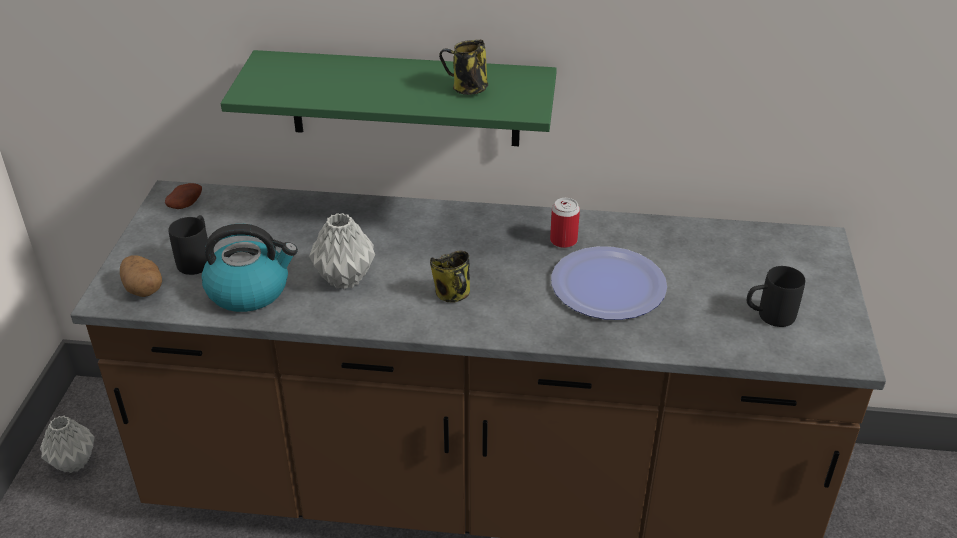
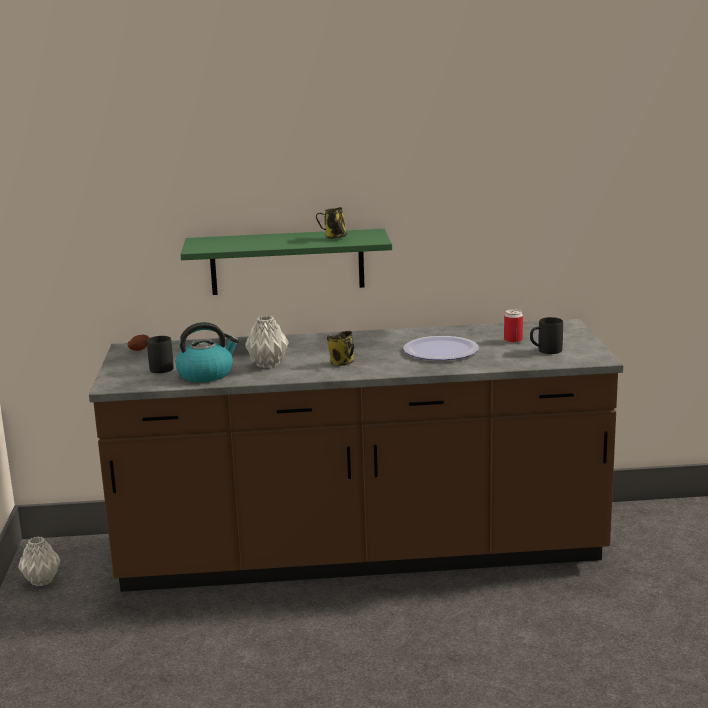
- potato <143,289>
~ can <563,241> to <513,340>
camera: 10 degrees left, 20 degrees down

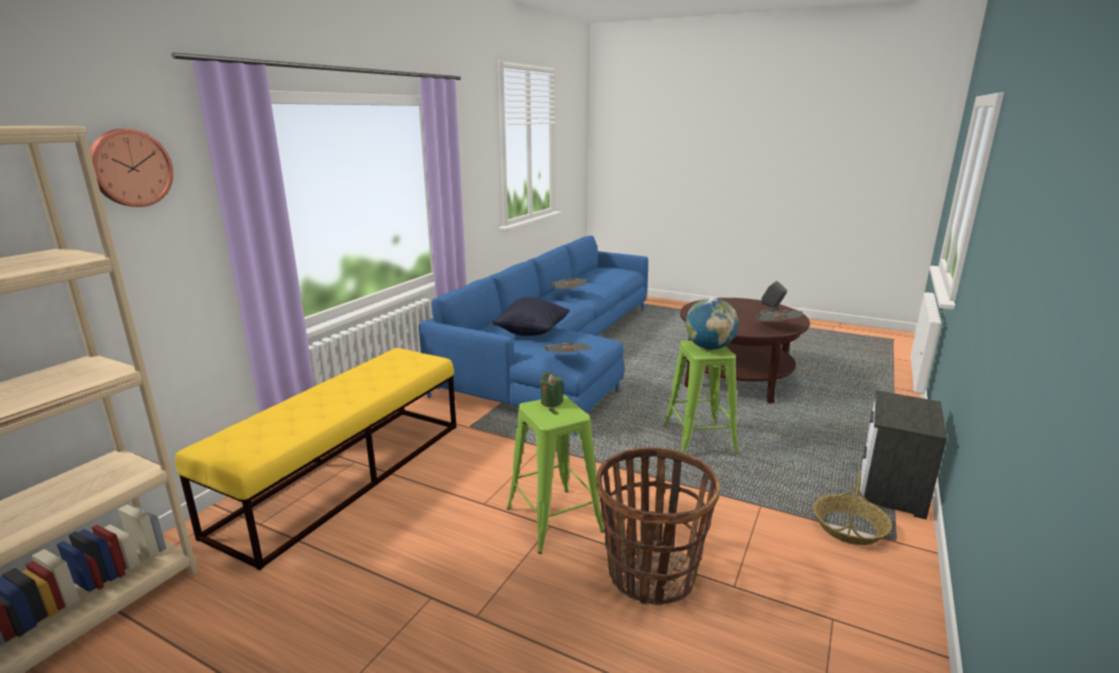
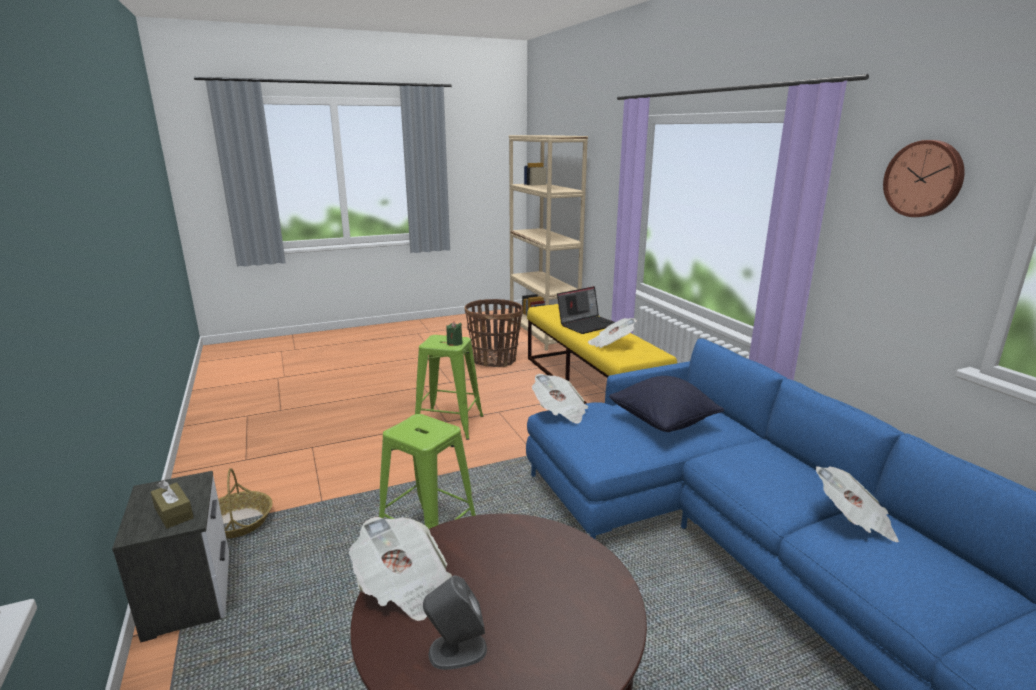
- globe <709,348>
+ brown tissue box <174,513>
+ laptop <587,324>
+ newspaper <611,344>
~ wall clock <129,168> to <924,179>
~ basket <650,574> to <494,360>
camera: 130 degrees right, 0 degrees up

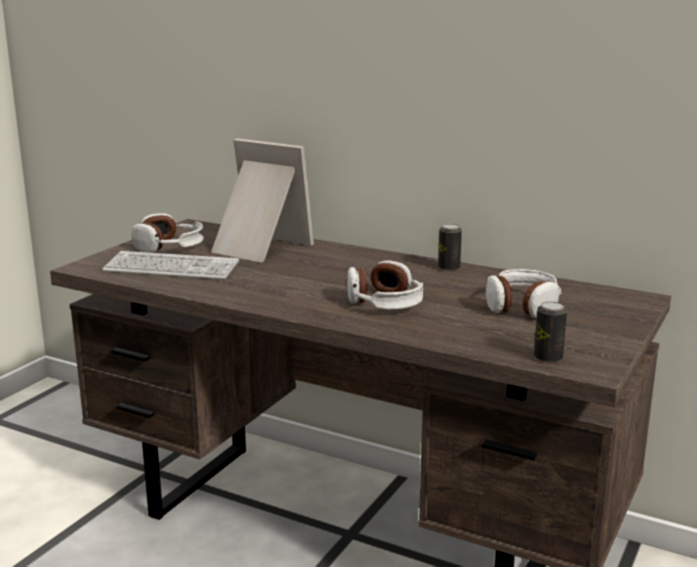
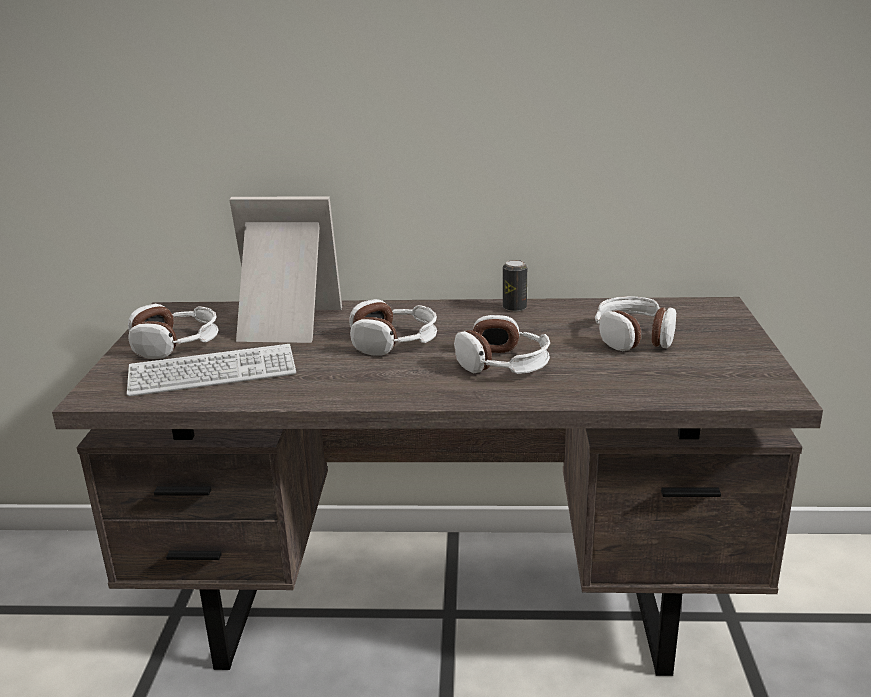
- can <548,358>
+ headphones <394,342>
camera: 25 degrees left, 5 degrees up

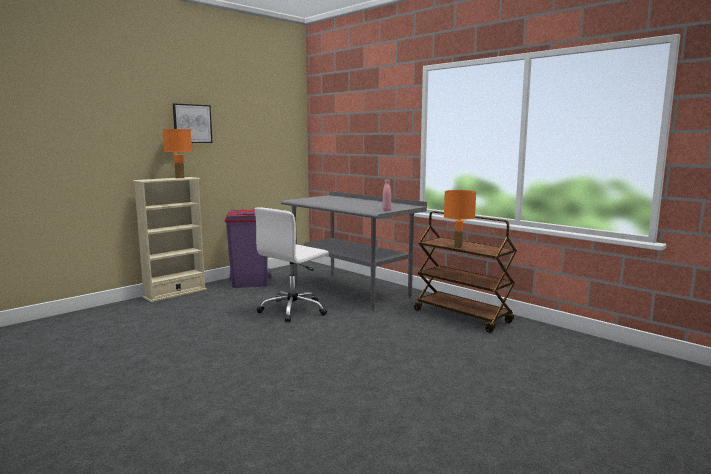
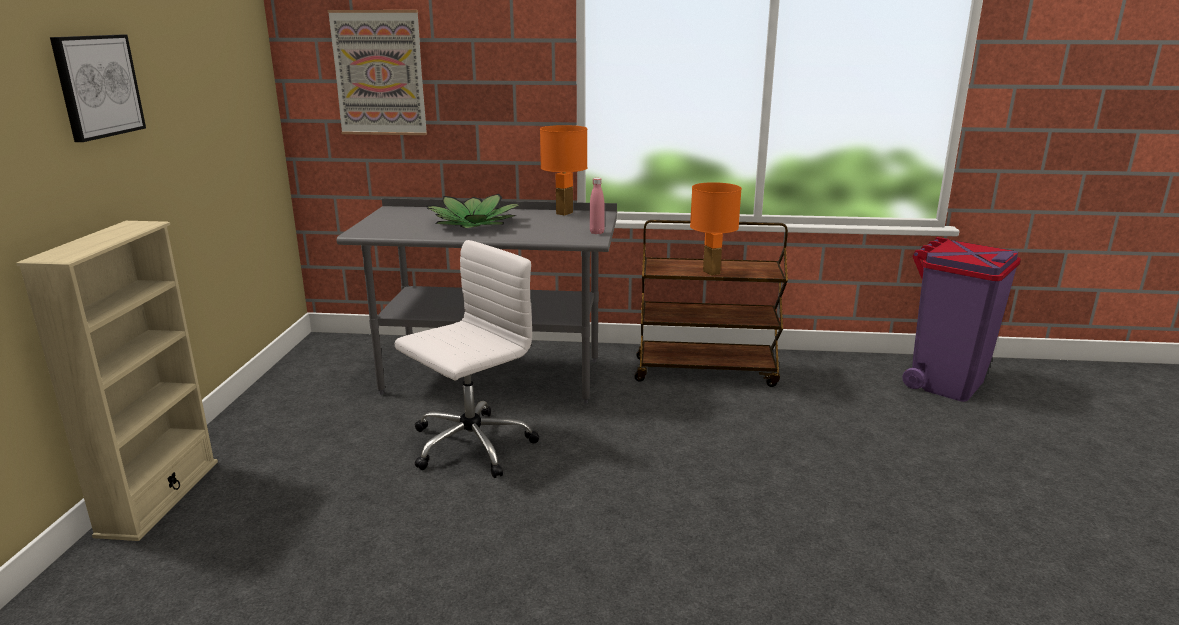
+ picture <379,73>
+ potted plant <474,223>
~ orange table lamp <179,178> to <564,213>
~ purple trash can <250,283> to <945,382>
~ white office chair <294,310> = <469,446> 135 degrees counterclockwise
camera: 40 degrees left, 10 degrees up

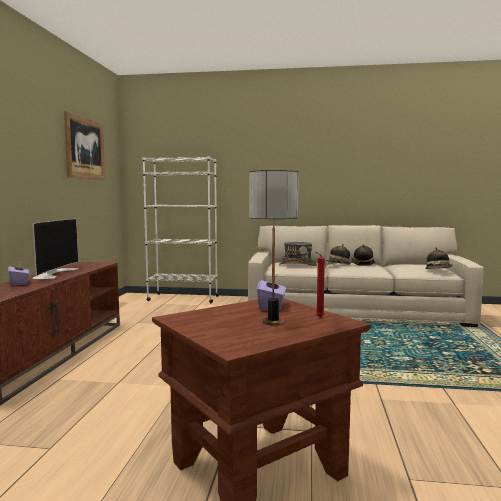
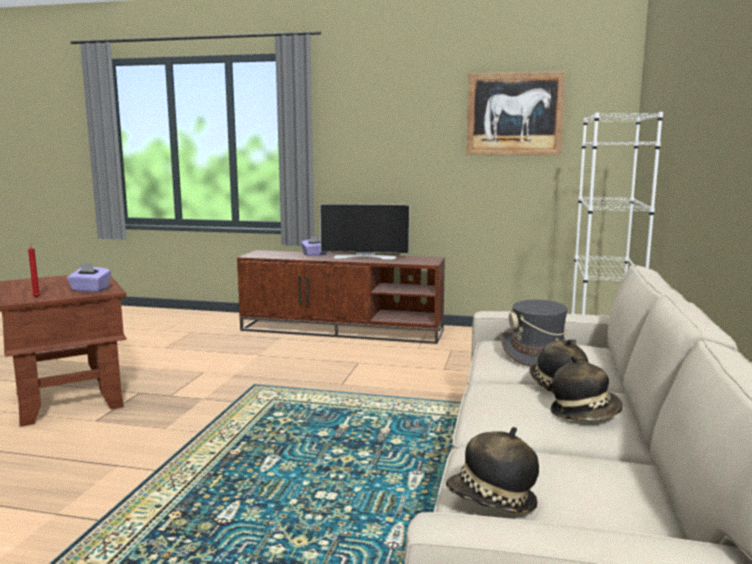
- table lamp <272,322>
camera: 95 degrees right, 5 degrees up

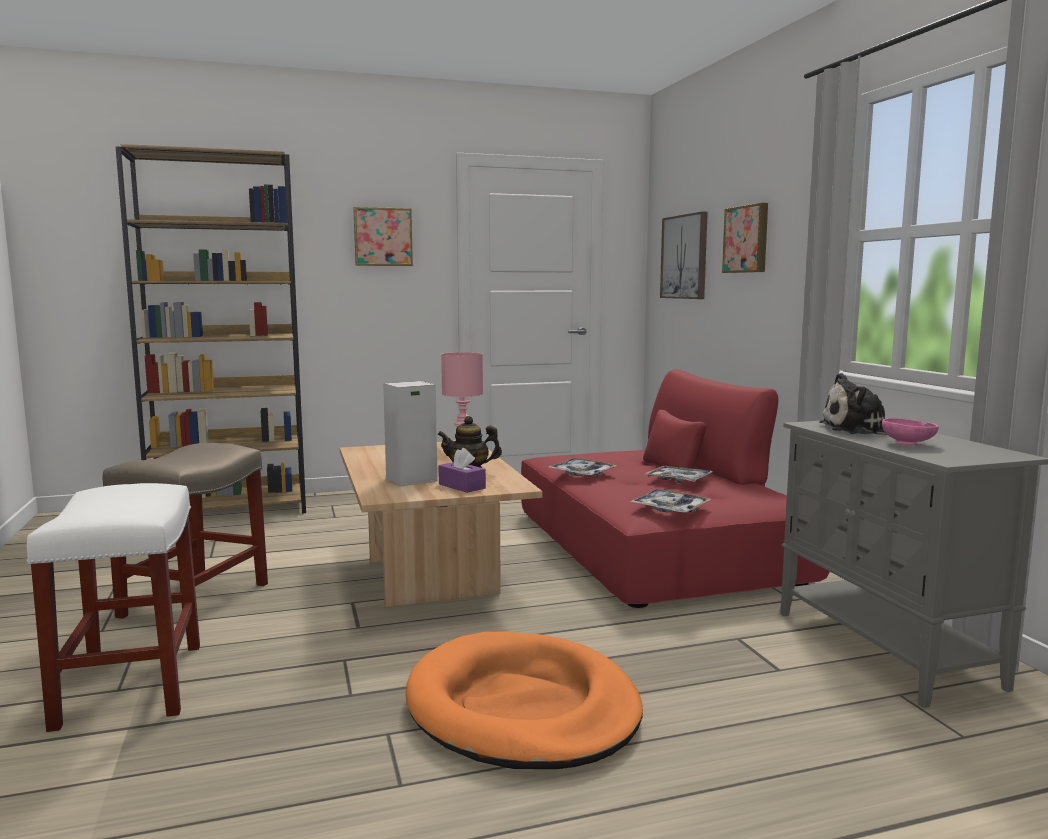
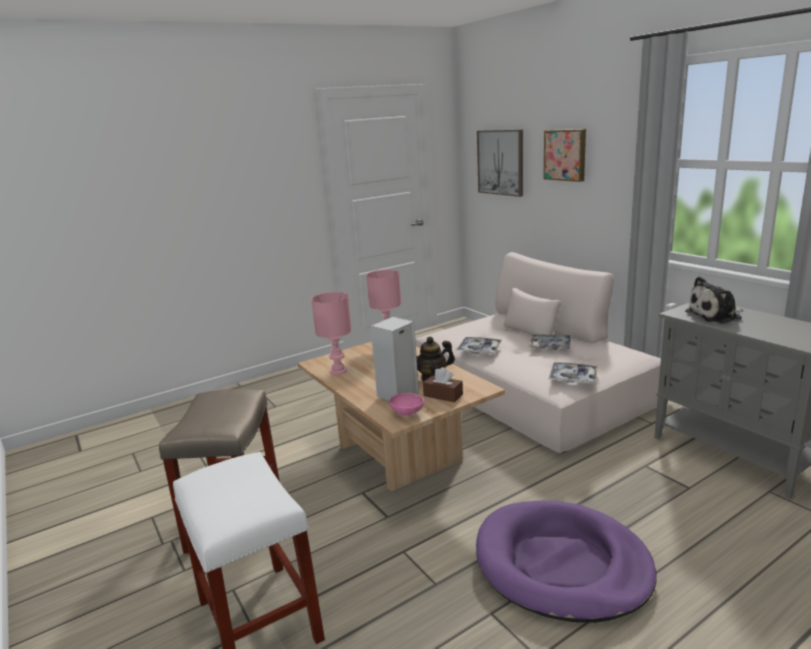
- brown bookcase <231,509>
- picture <383,237>
+ pink table lamp <337,371>
~ pink bowl <909,444> to <408,413>
~ orange dog bed <522,708> to purple dog bed <561,564>
~ purple tissue box <462,486> to brown tissue box <443,395>
~ red sofa <656,546> to beige sofa <531,391>
camera: 15 degrees left, 10 degrees up

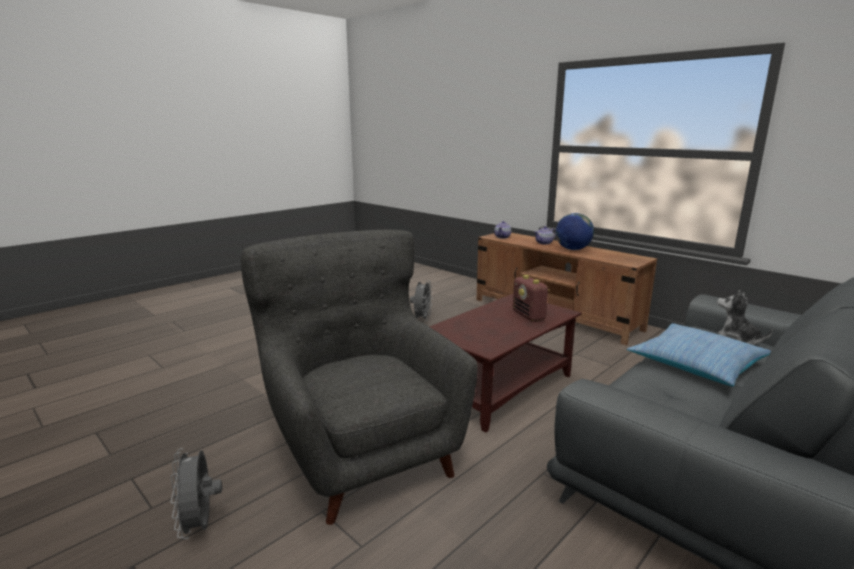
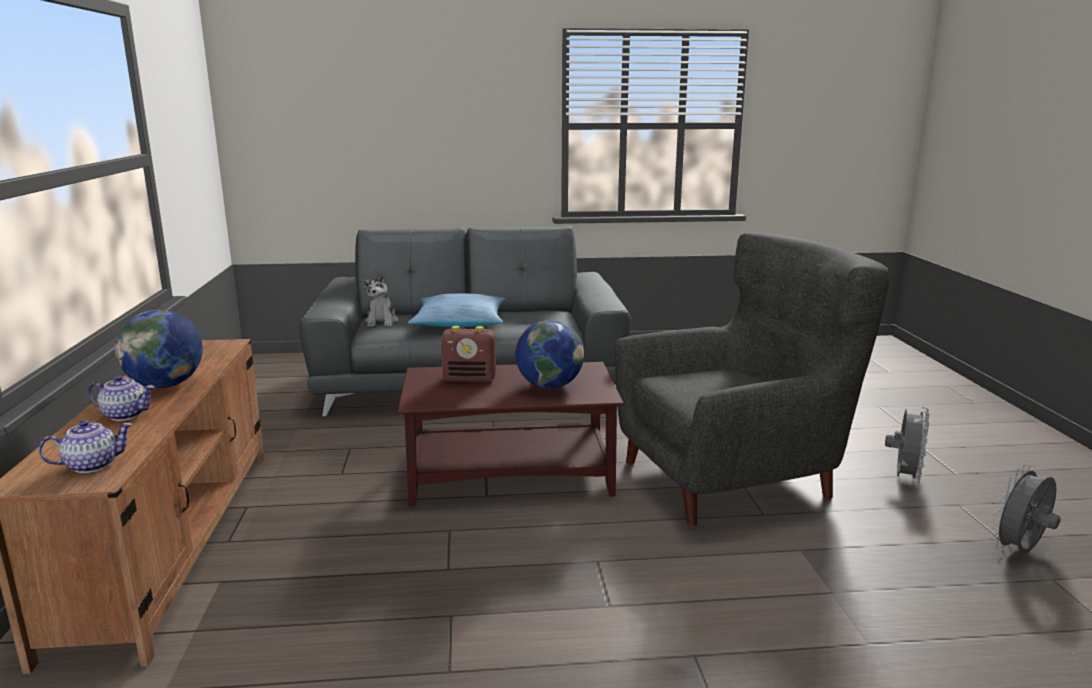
+ globe <549,386>
~ grey fan <422,319> to <1019,552>
~ grey armchair <361,451> = <732,477> 120 degrees counterclockwise
~ radio <529,316> = <470,379> 75 degrees clockwise
camera: 140 degrees left, 0 degrees up

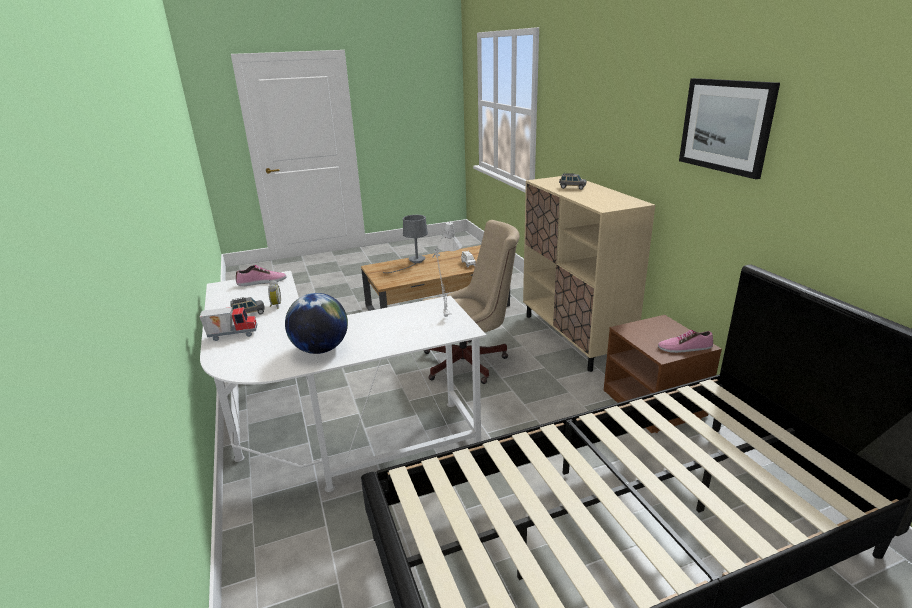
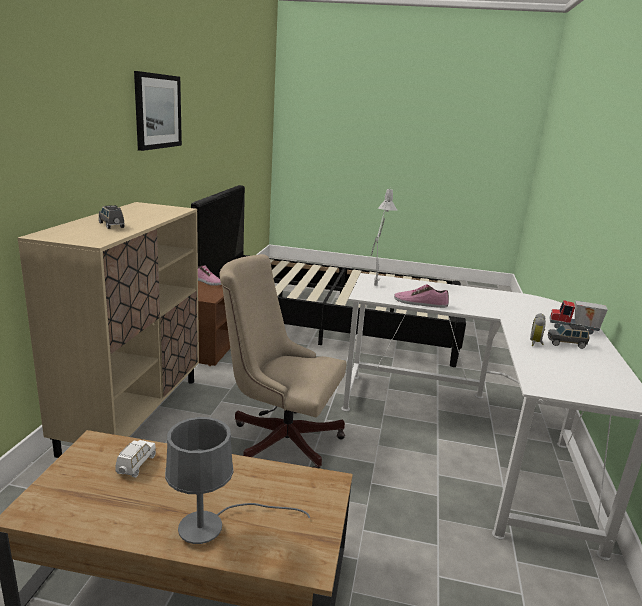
- globe <321,349>
~ shoe <262,282> to <420,303>
camera: 150 degrees left, 5 degrees down

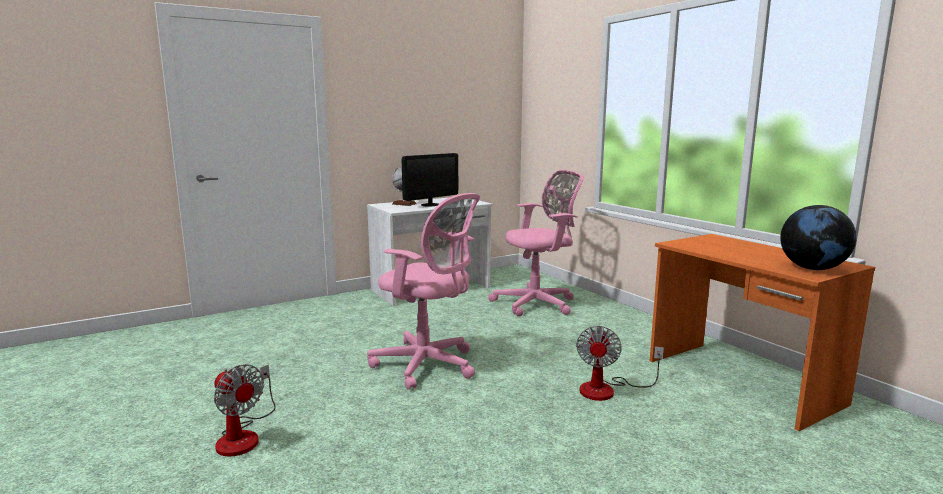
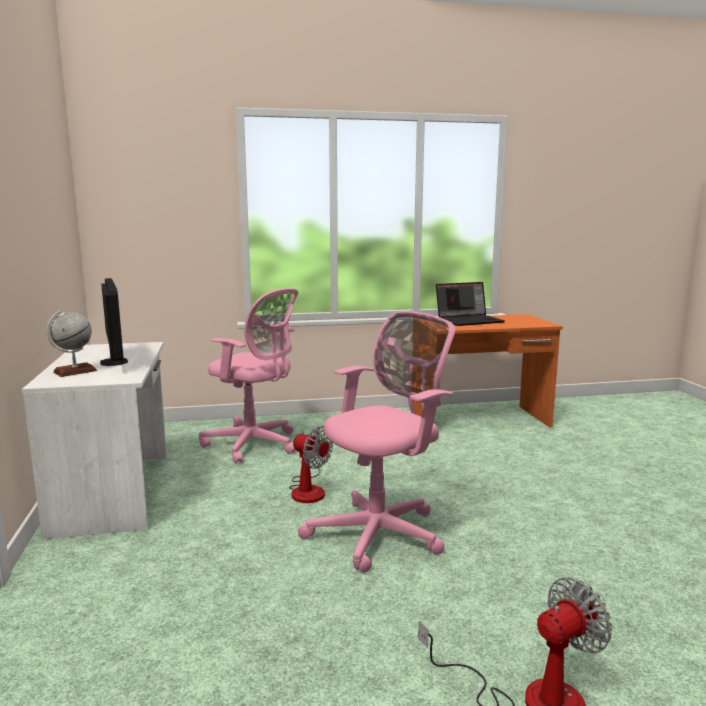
- globe <812,268>
+ laptop <469,320>
~ fan <607,389> to <308,489>
~ pink office chair <538,304> = <254,444> 120 degrees clockwise
camera: 70 degrees left, 0 degrees up

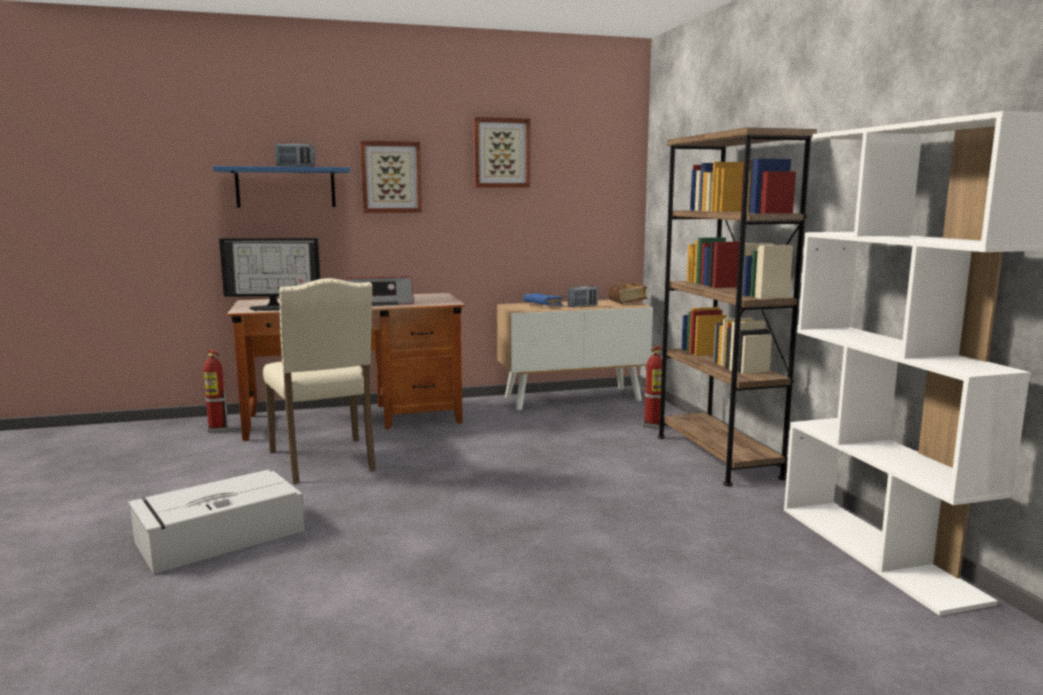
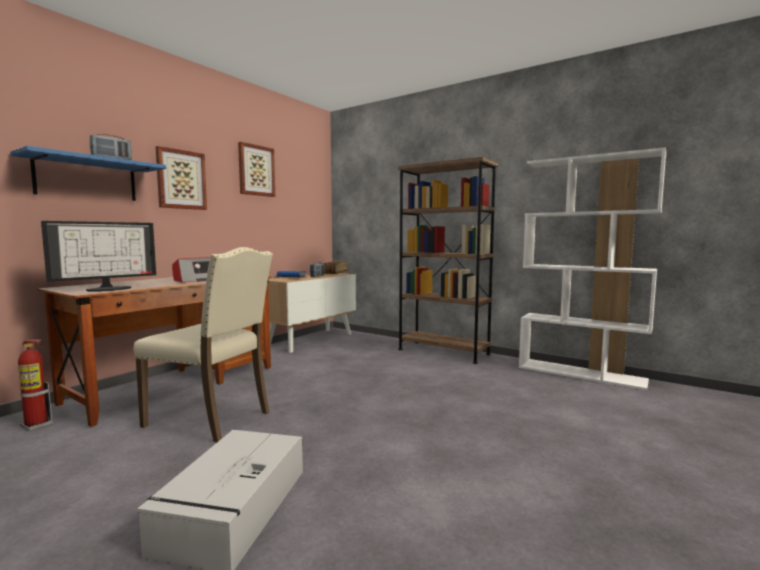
- fire extinguisher <653,425>
camera: 40 degrees left, 5 degrees down

